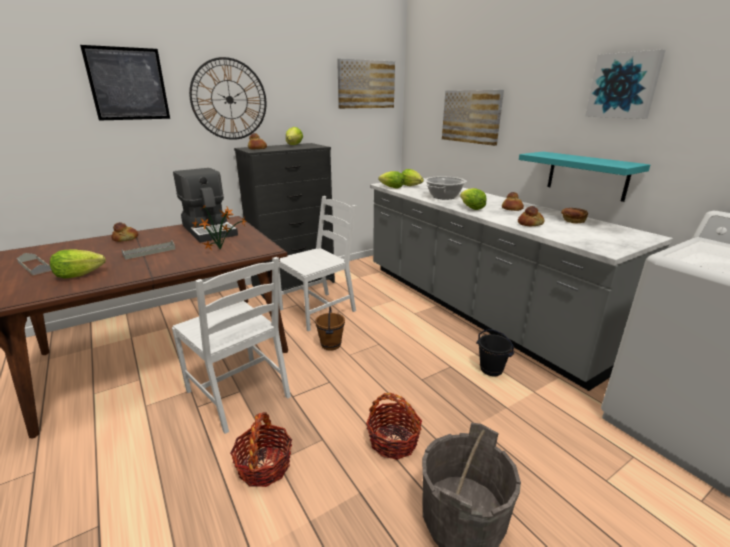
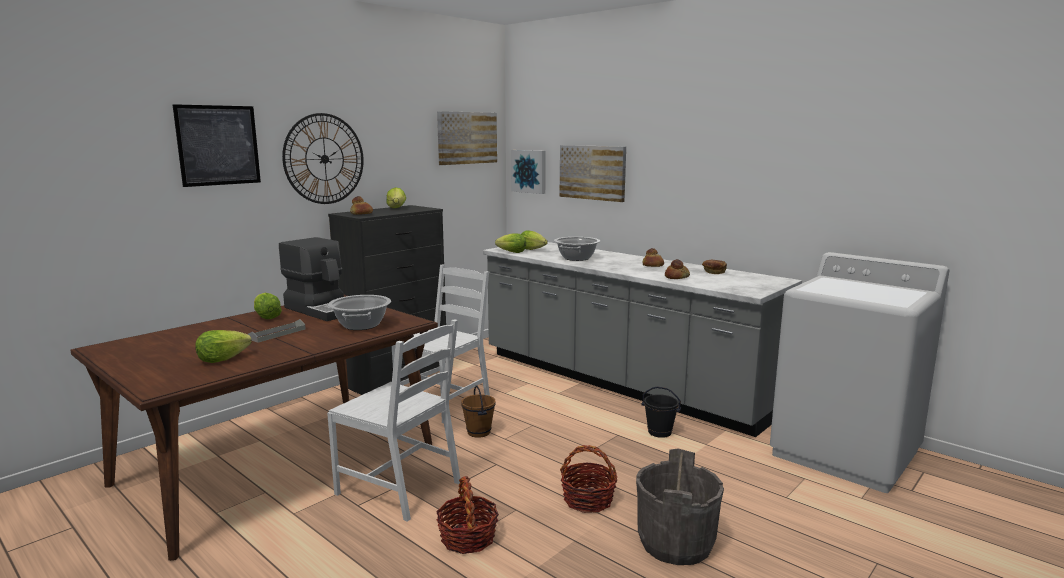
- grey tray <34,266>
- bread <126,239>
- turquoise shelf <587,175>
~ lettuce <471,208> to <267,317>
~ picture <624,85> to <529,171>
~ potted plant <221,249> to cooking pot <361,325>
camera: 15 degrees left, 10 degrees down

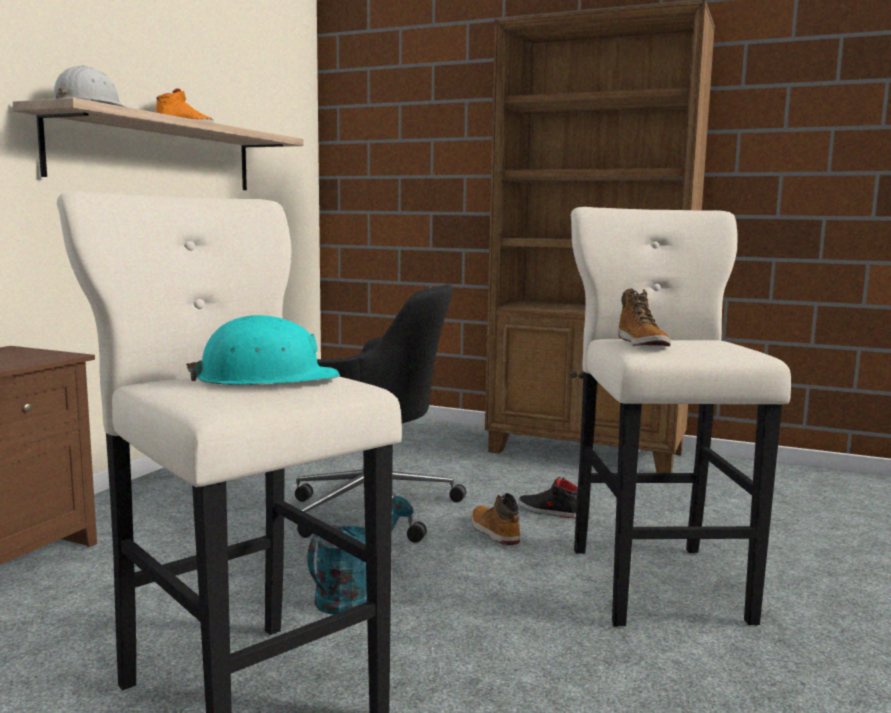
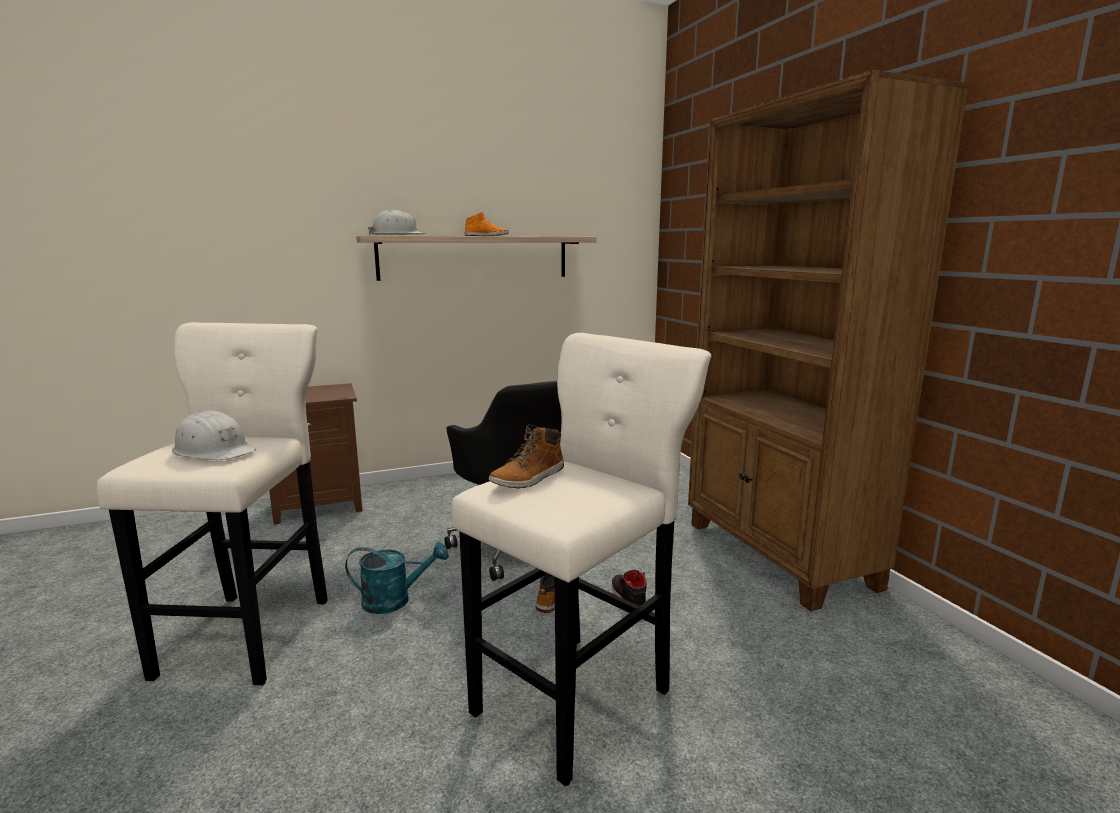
~ turquoise hard hat <267,379> to white hard hat <214,450>
camera: 45 degrees right, 5 degrees up

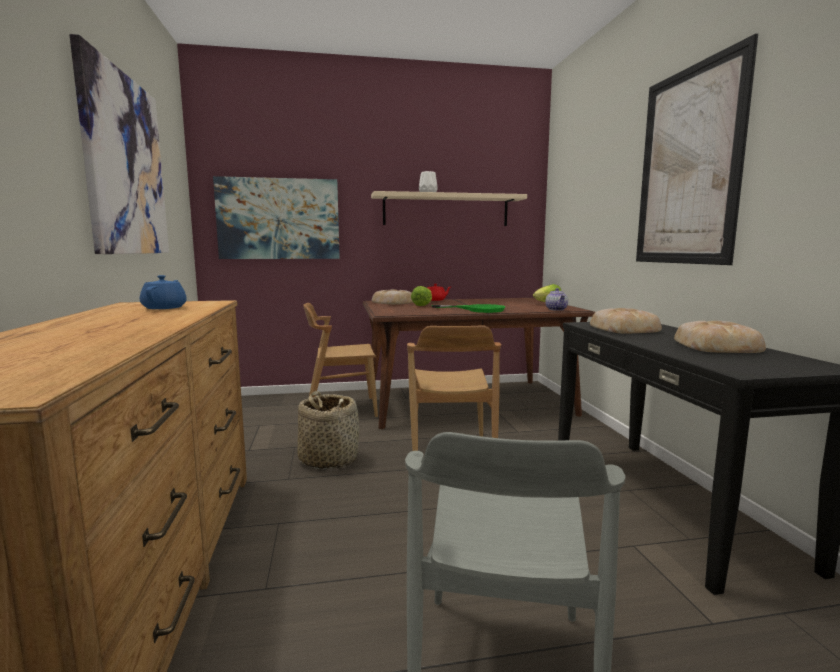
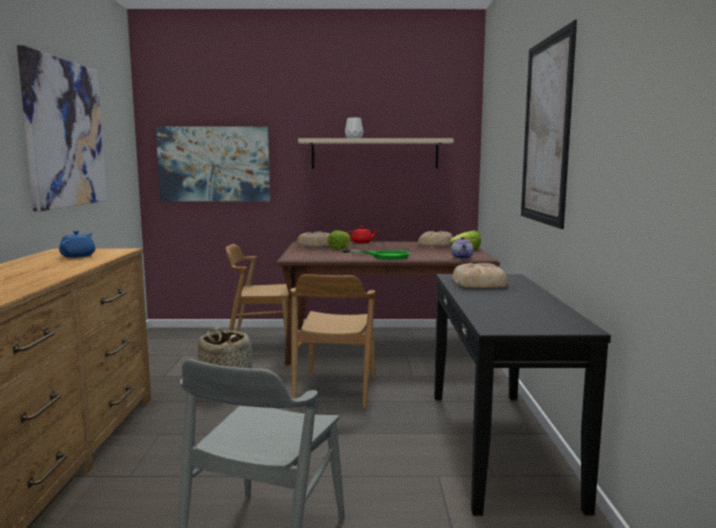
~ bread <717,346> to <436,243>
camera: 10 degrees right, 0 degrees up

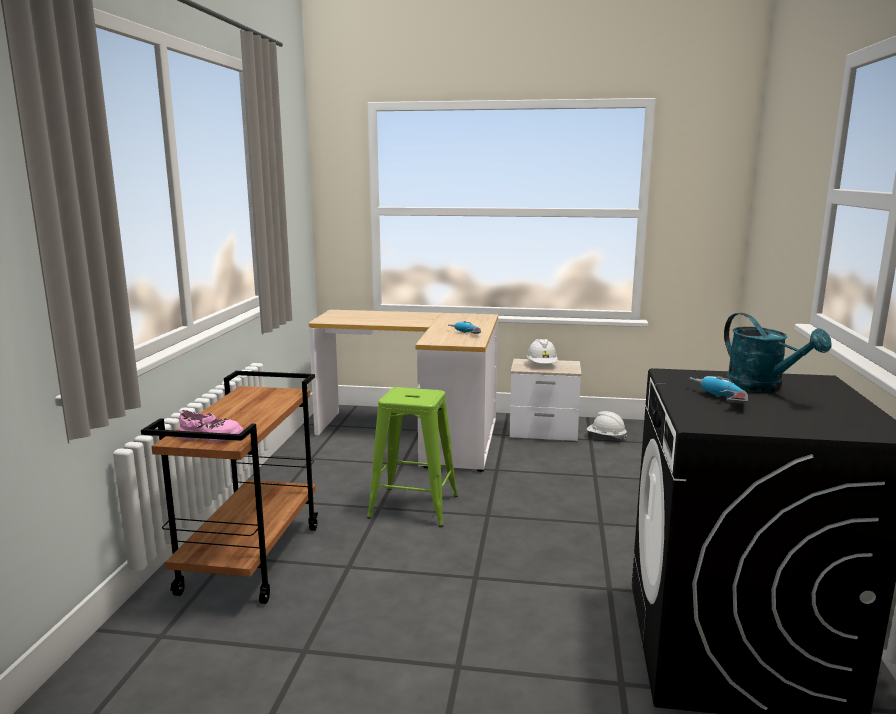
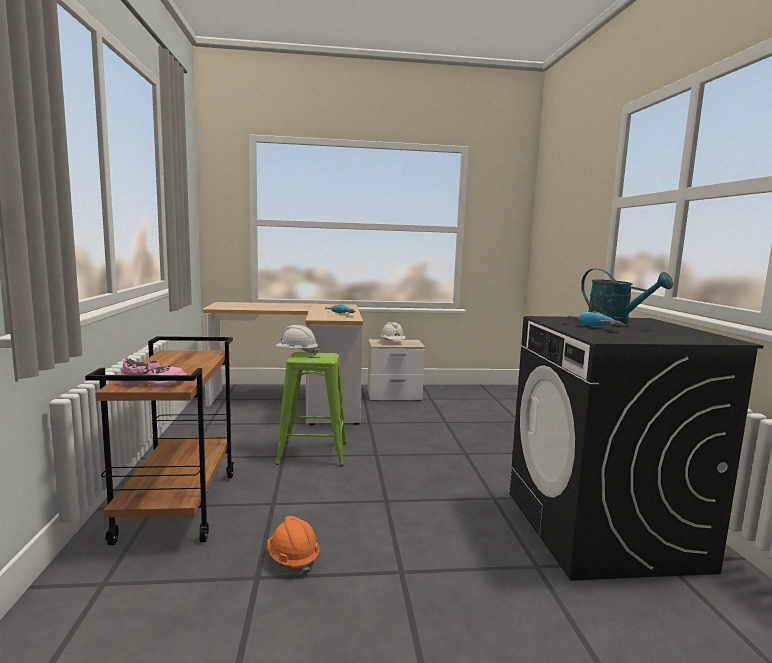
+ orange hard hat <293,559>
~ white hard hat <606,437> to <296,353>
camera: 15 degrees left, 5 degrees down

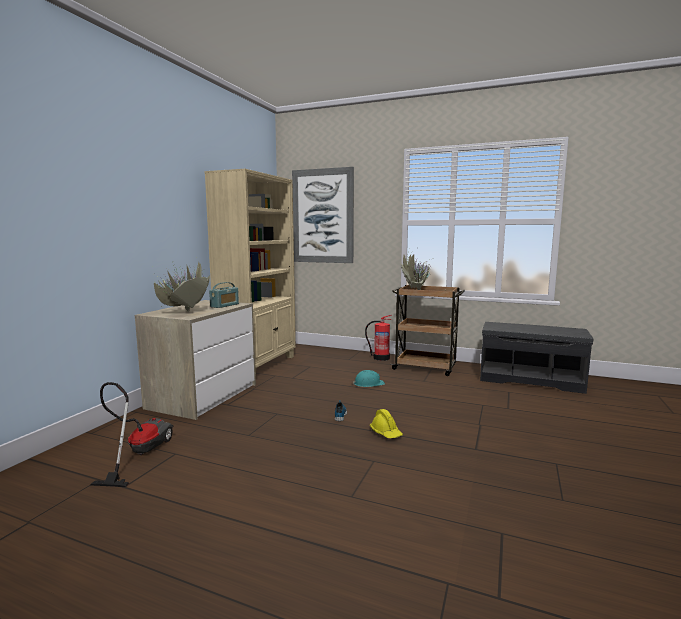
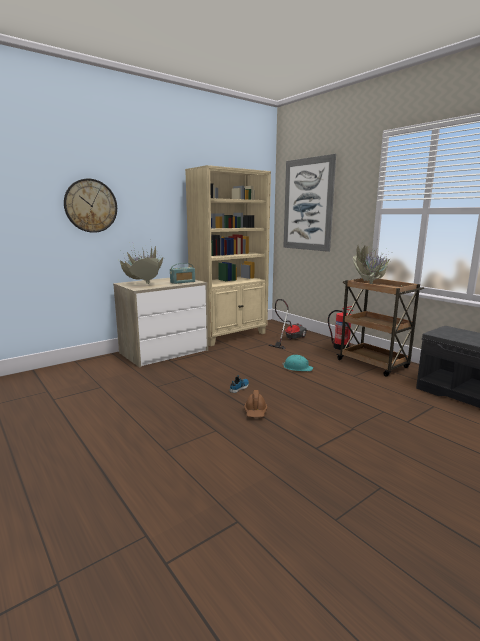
+ wall clock <91,206>
~ vacuum cleaner <138,453> to <289,339>
~ yellow hard hat <386,433> to brown hard hat <255,412>
camera: 30 degrees right, 5 degrees up

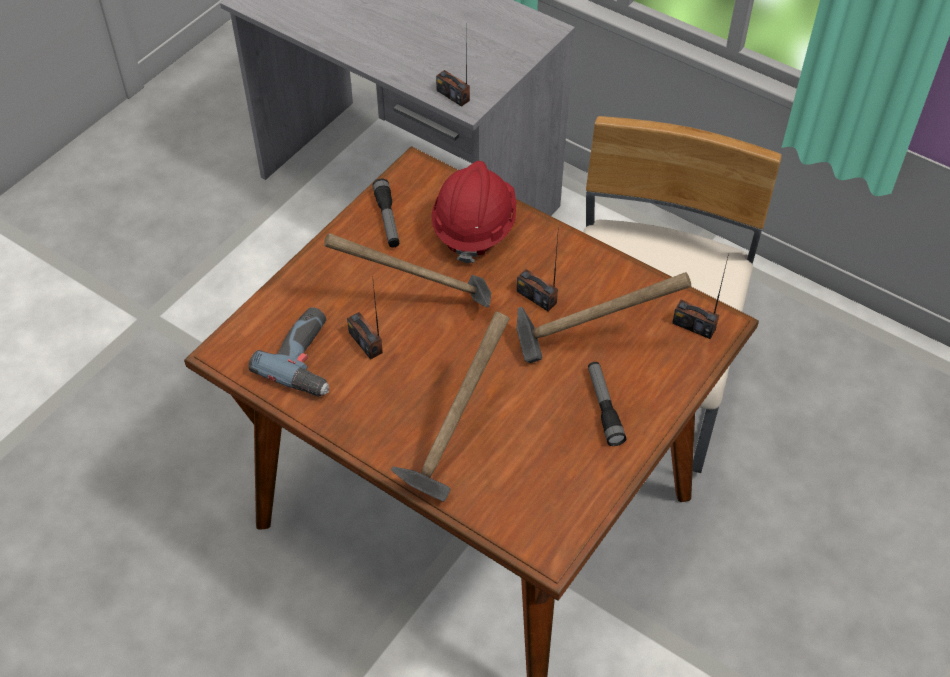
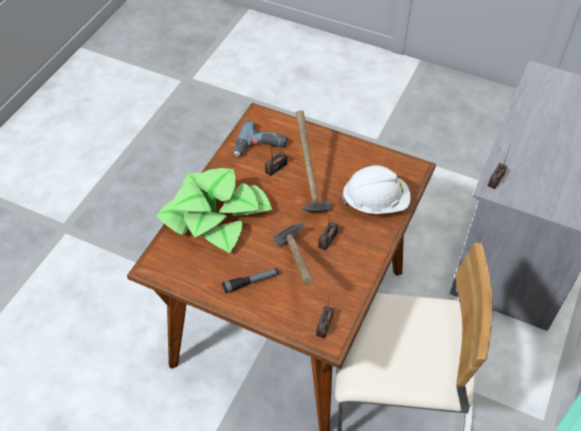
- flashlight <387,219>
~ hammer <454,442> to potted plant <215,216>
~ red hard hat <474,227> to white hard hat <375,202>
camera: 80 degrees right, 0 degrees up

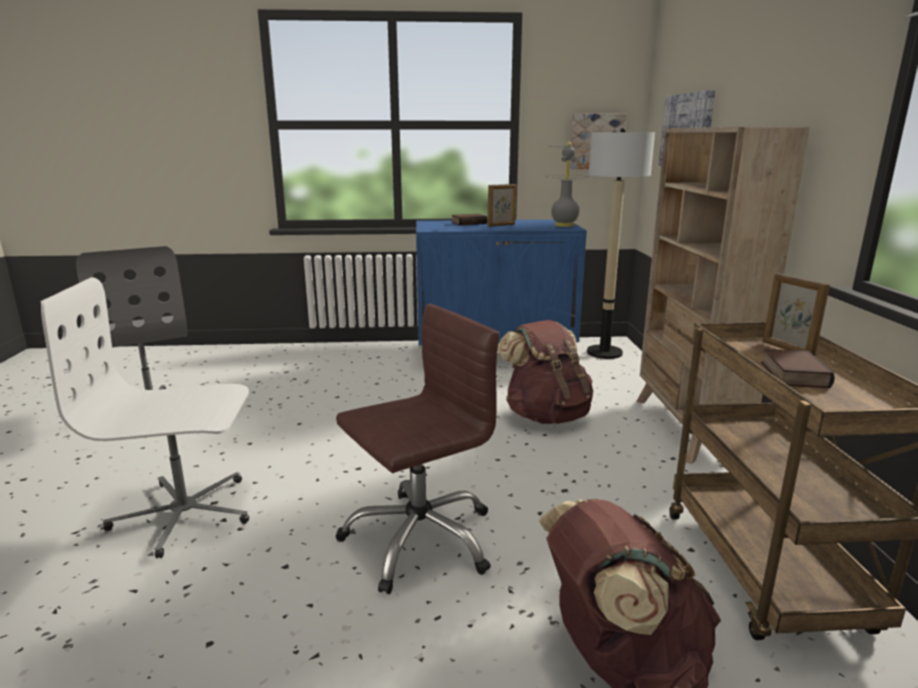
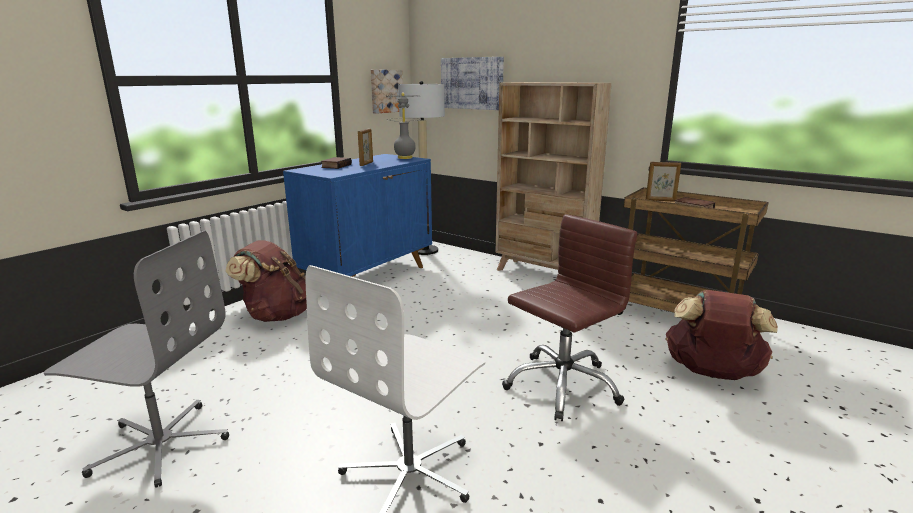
~ brown backpack <546,415> to <277,315>
~ brown office chair <419,539> = <562,385> 45 degrees clockwise
camera: 50 degrees left, 0 degrees up

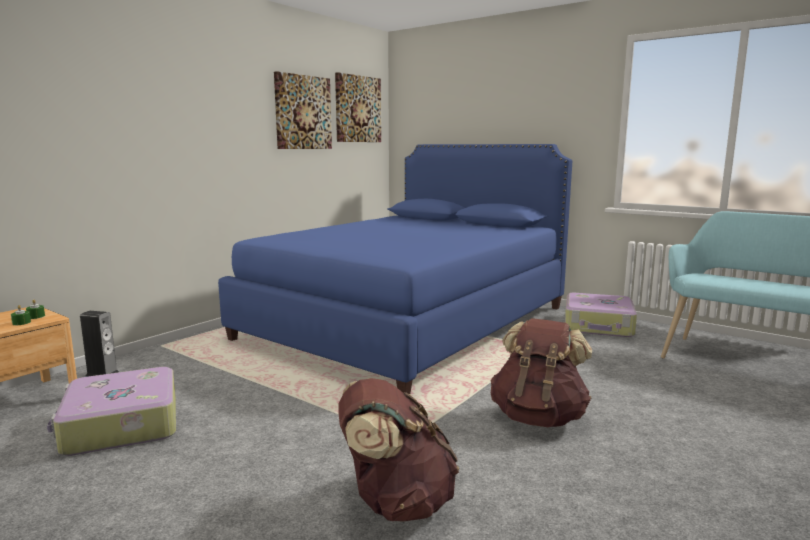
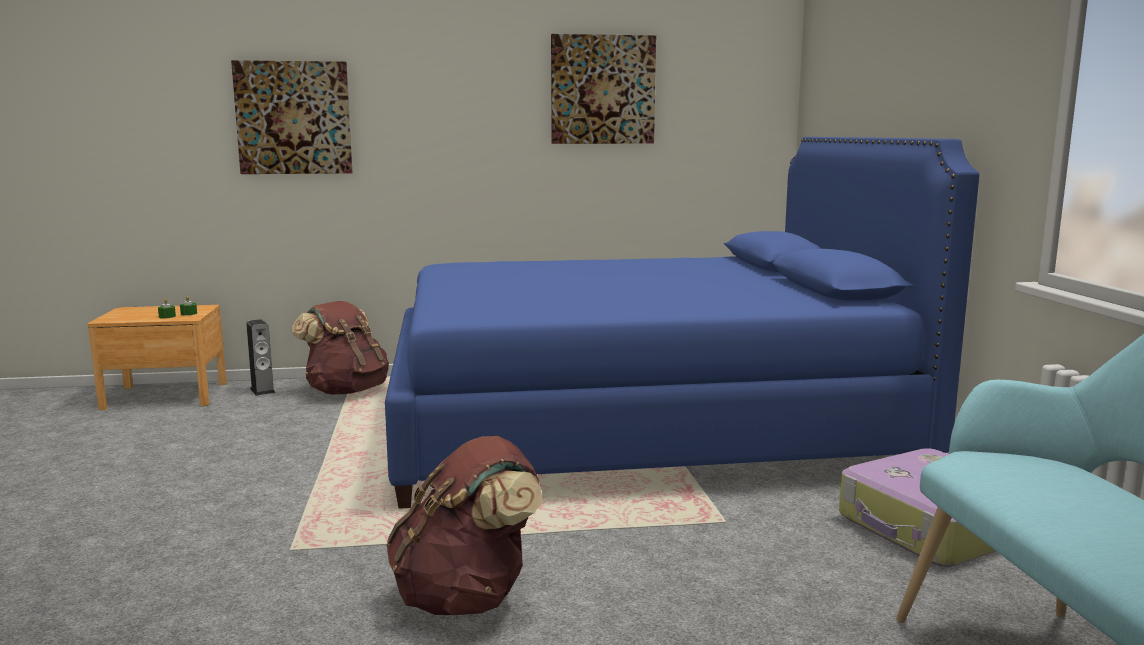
- suitcase <120,425>
~ picture <357,109> to <294,118>
~ brown backpack <395,502> to <346,391>
camera: 45 degrees right, 0 degrees up

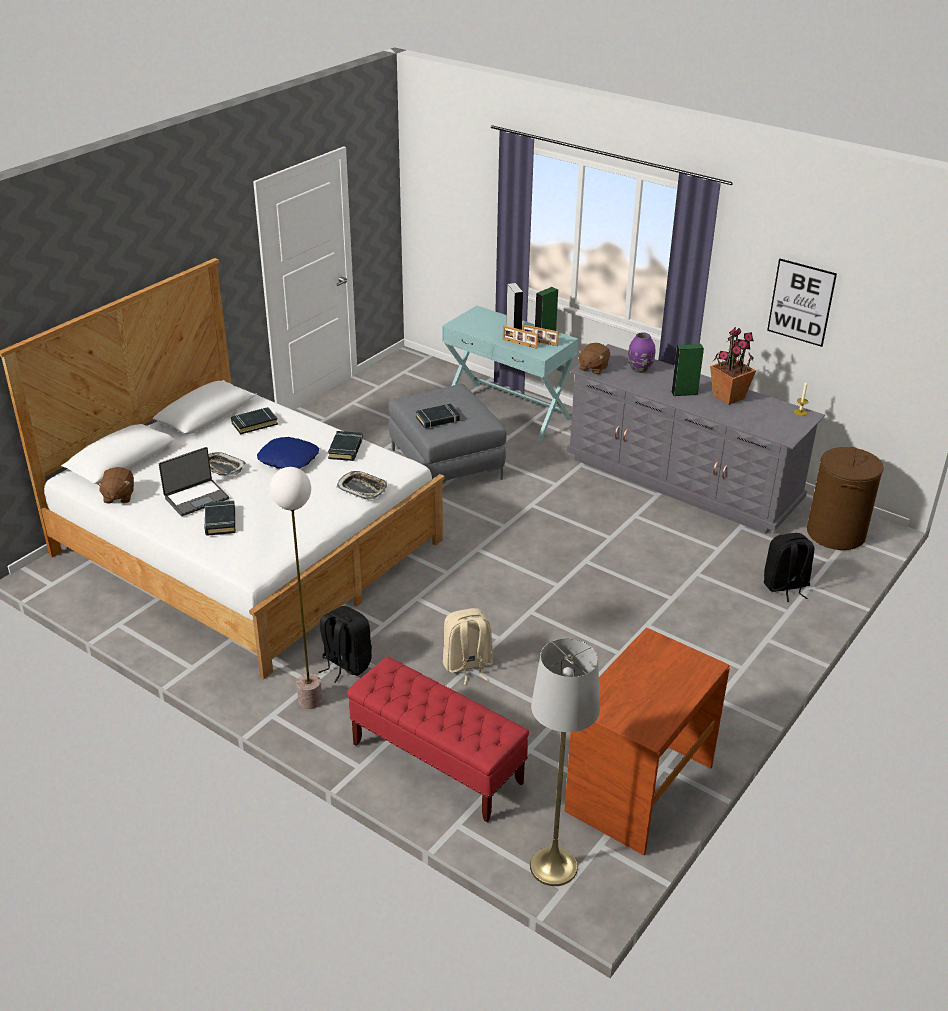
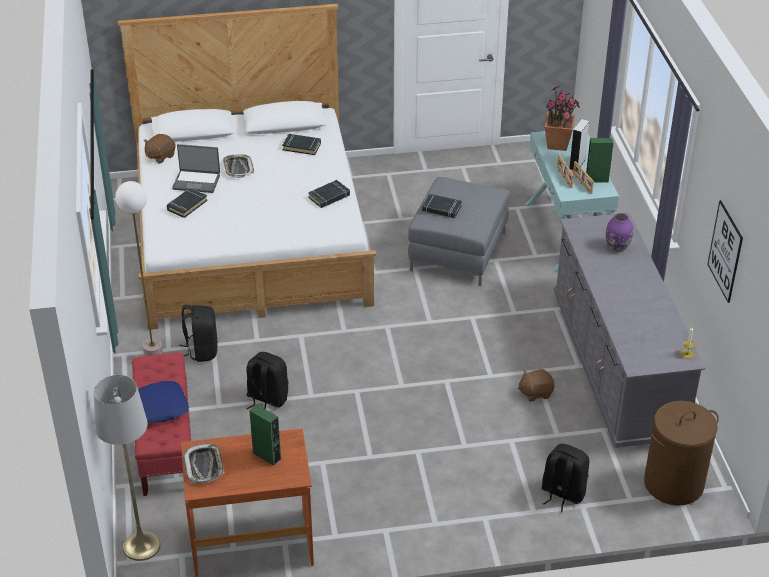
~ blue pillow <289,459> to <161,406>
~ tray <362,488> to <204,466>
~ brown plush toy <593,368> to <535,393>
~ green speaker <684,393> to <267,456>
~ potted plant <728,397> to <558,144>
~ beige backpack <467,666> to black backpack <266,399>
camera: 45 degrees right, 5 degrees up

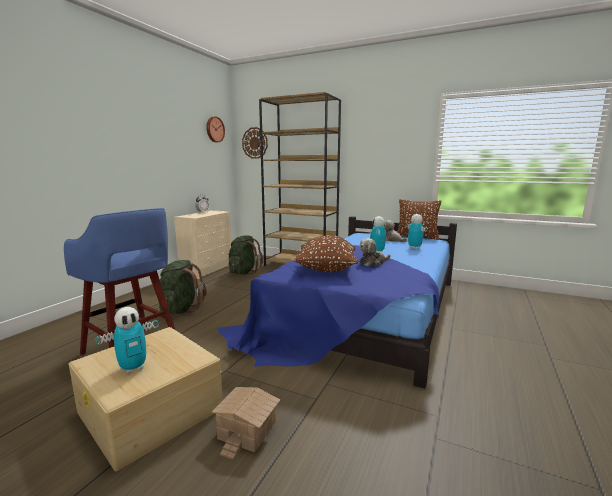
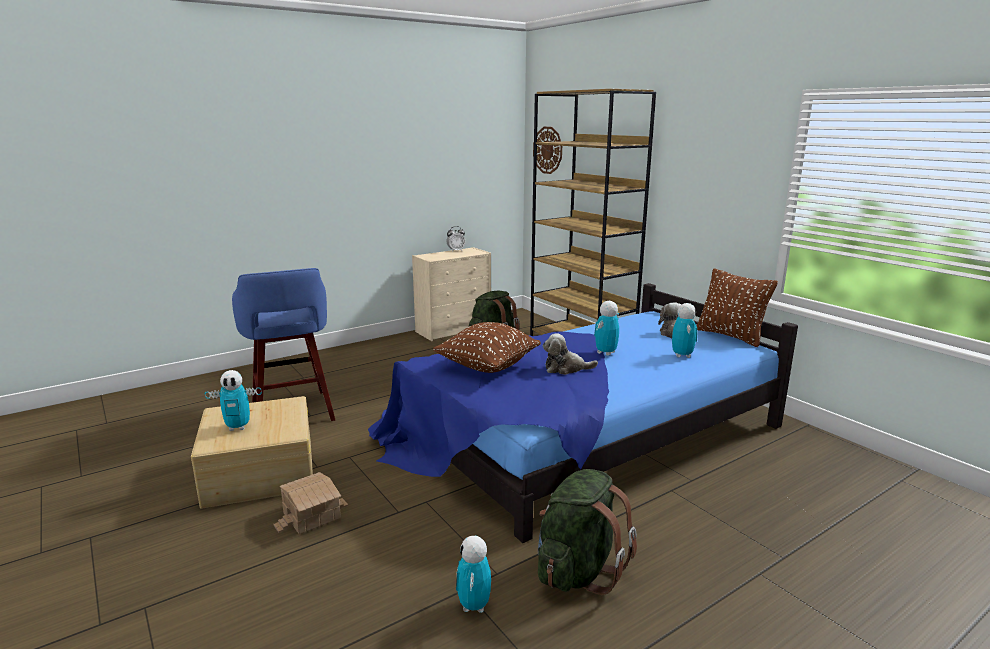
- wall clock <214,129>
+ toy robot <474,606>
~ green backpack <180,309> to <578,570>
camera: 30 degrees right, 5 degrees up

